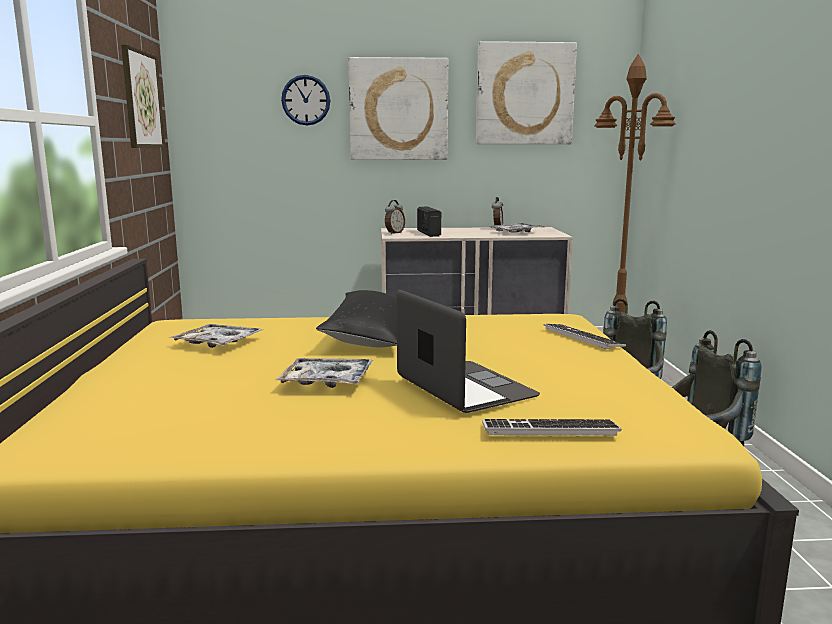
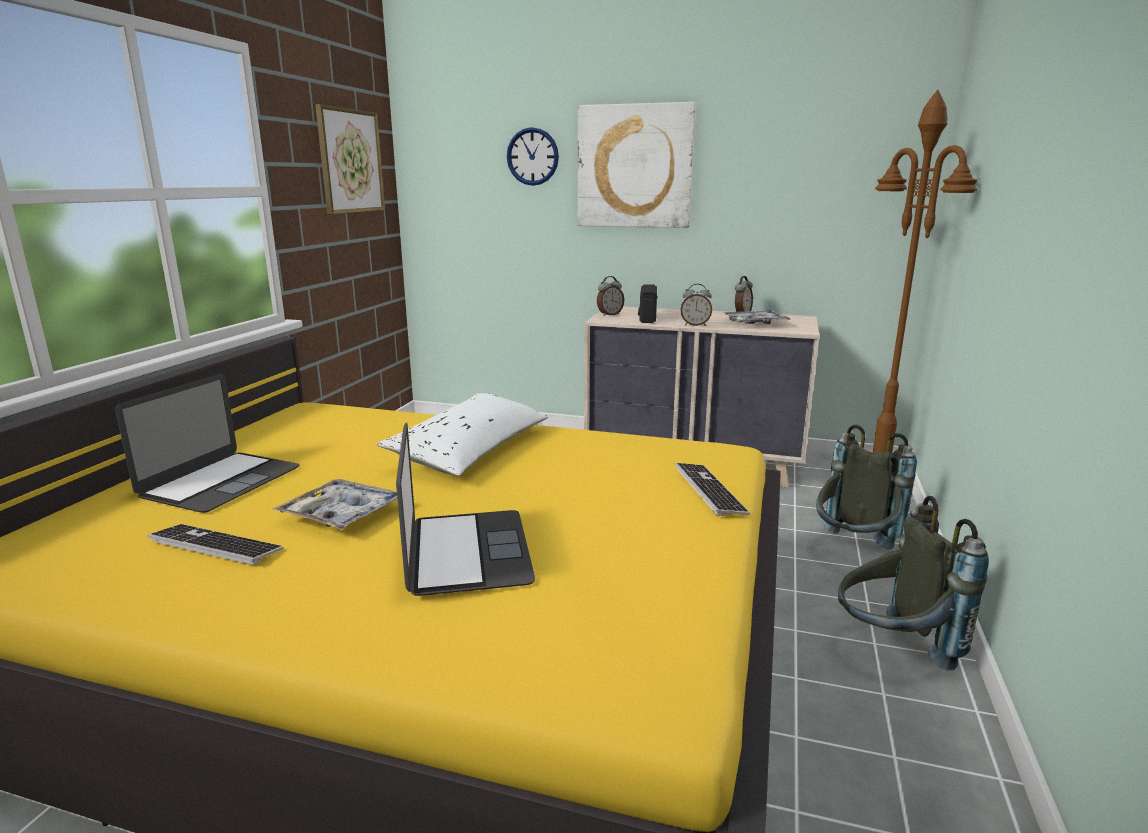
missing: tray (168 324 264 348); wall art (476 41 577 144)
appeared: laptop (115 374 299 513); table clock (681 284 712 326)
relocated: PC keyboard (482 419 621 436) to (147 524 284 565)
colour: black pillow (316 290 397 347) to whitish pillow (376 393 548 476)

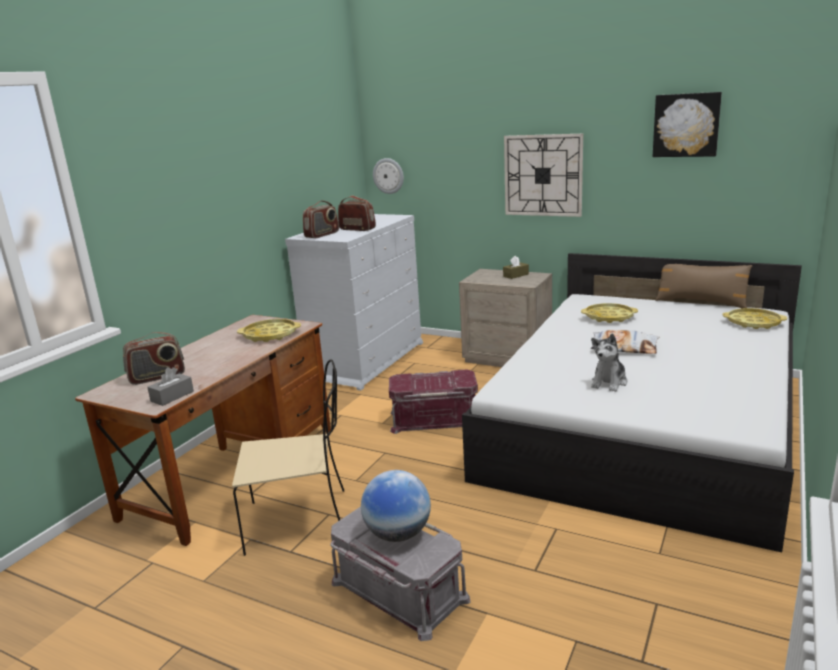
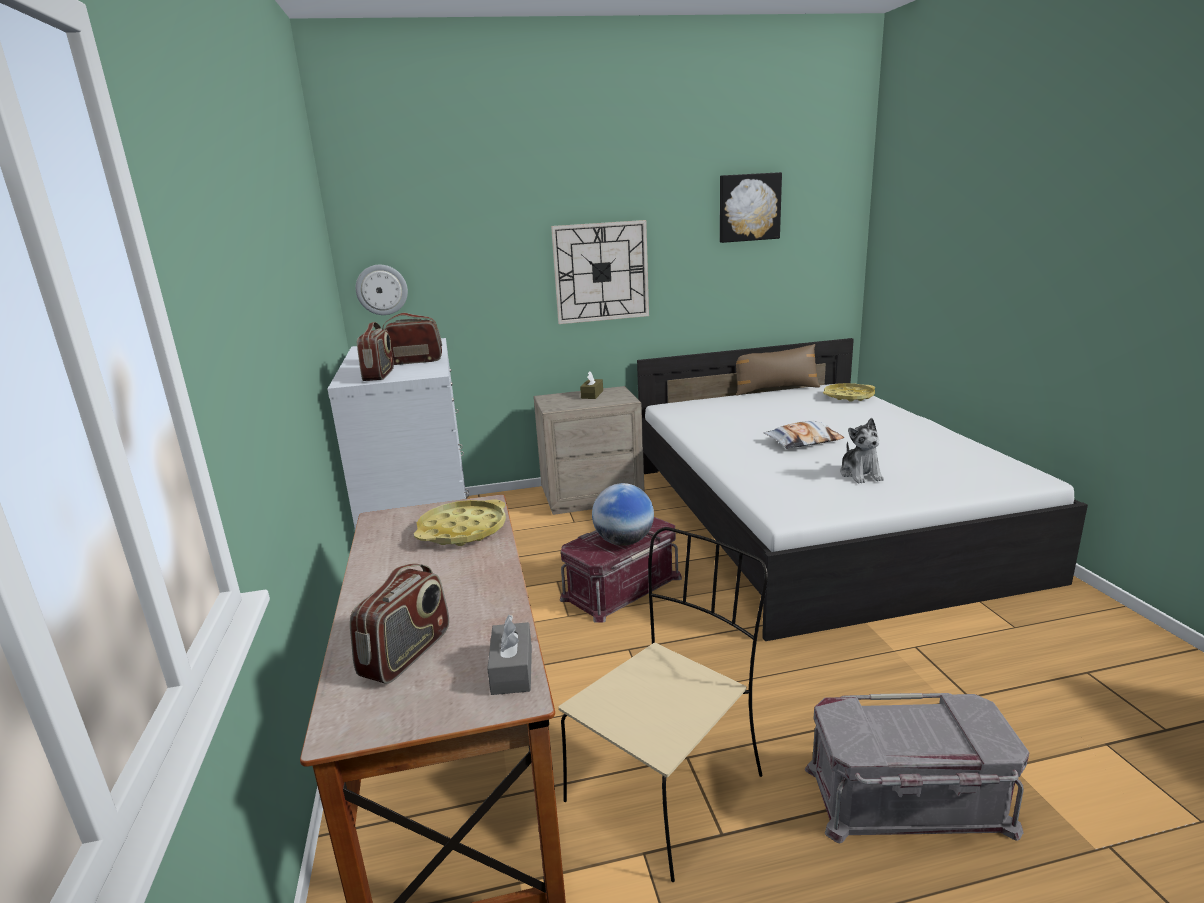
missing: yellow-coloured tray (581 303 638 323)
relocated: world globe (361 470 431 542) to (592 483 654 546)

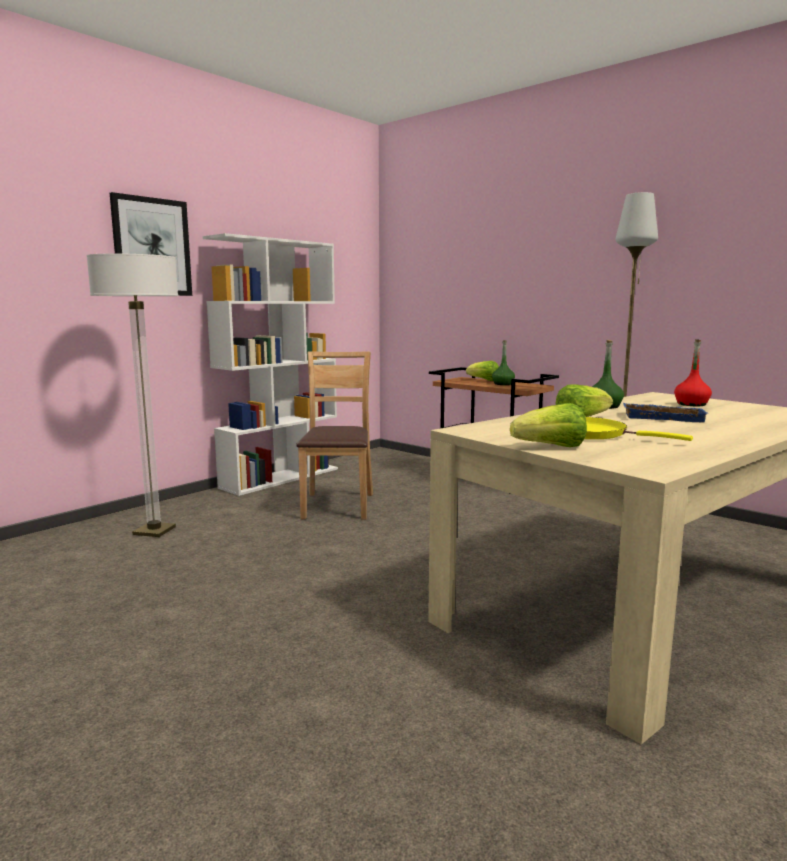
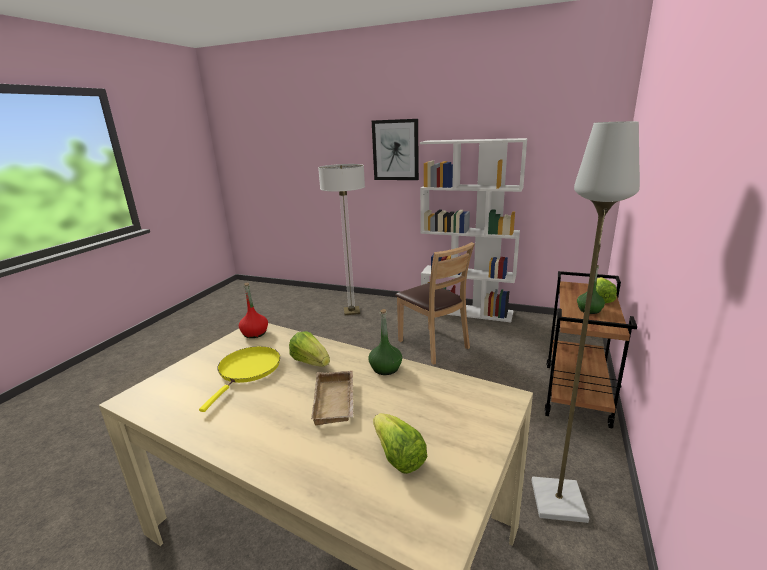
relocated: reddish beverage bottle (674 339 712 406) to (239 283 268 338); lettuce (510 403 587 447) to (373 413 428 474)
colour: bluish tray (623 403 709 422) to beige-coloured tray (311 371 353 425)
spun: brown chair (296 351 373 520) = (395 242 475 365) 75 degrees clockwise

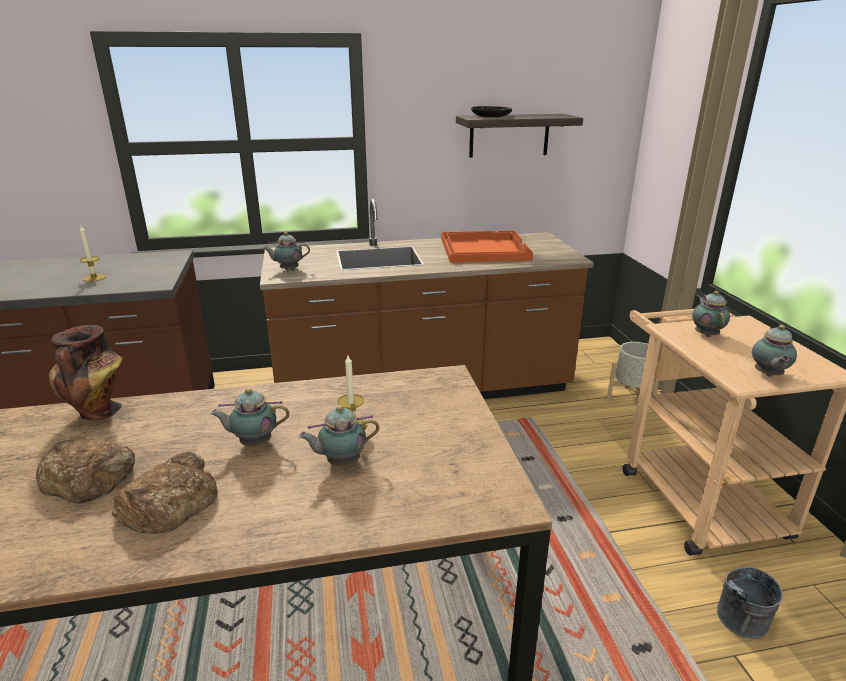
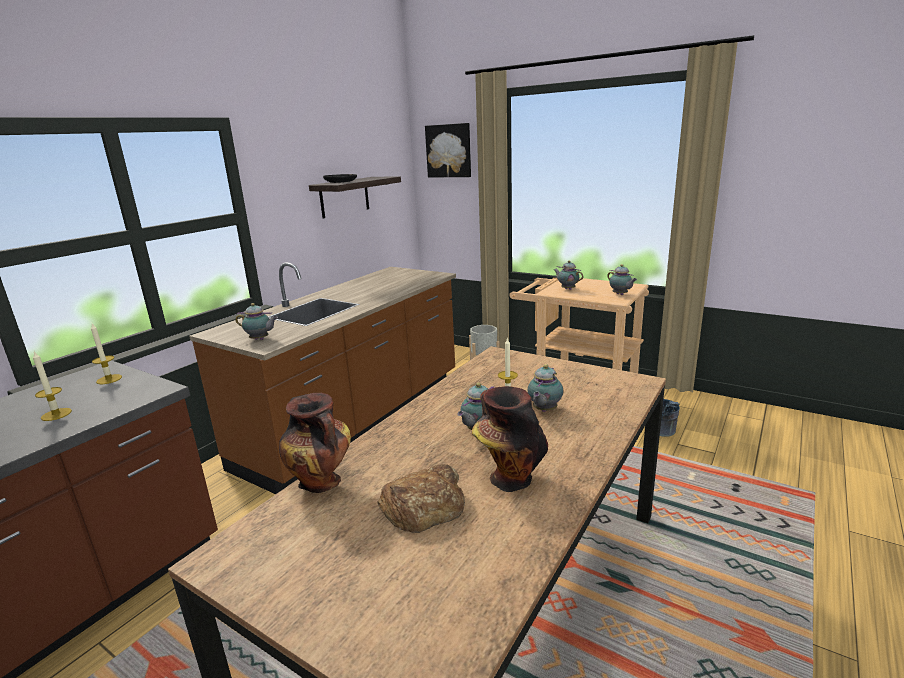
missing: orange-coloured tray (441 231 533 263)
appeared: candle (91 324 122 384); wall art (425 123 471 177)
exchanged: bakery bread (111 452 218 535) to decorative vase (472 386 548 492)
spun: pot for tea (263 232 310 270) = (235 303 278 340) 120 degrees counterclockwise

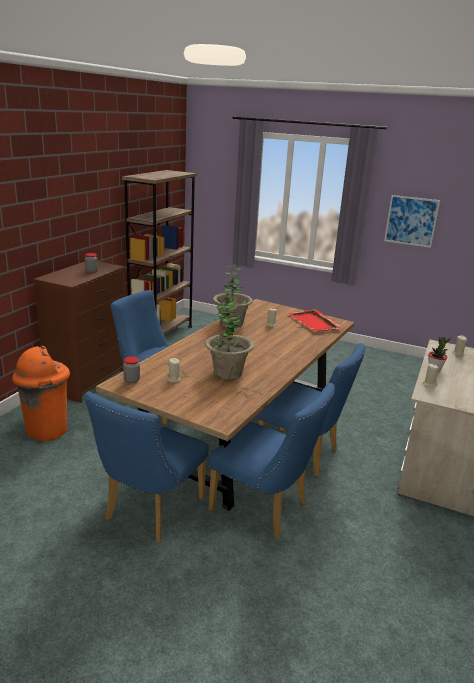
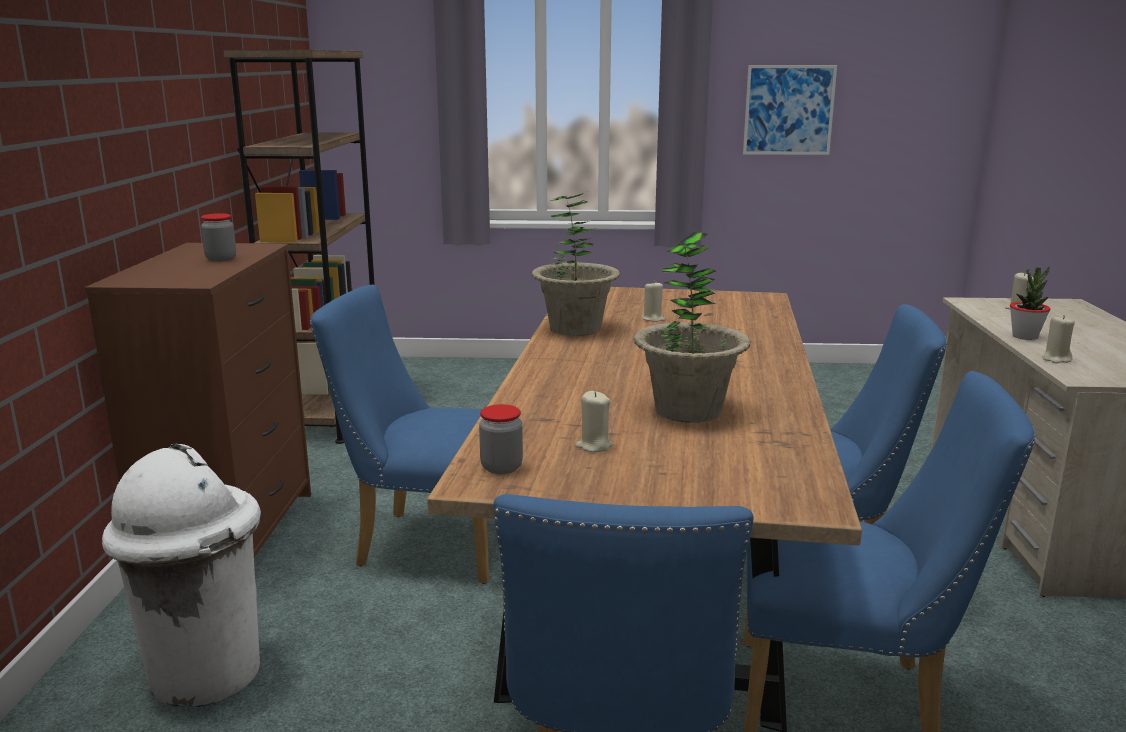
missing: reddish tray (288 309 343 332)
colour: orange-coloured rubbish bin (12 346 70 442) to whitish rubbish bin (102 444 261 707)

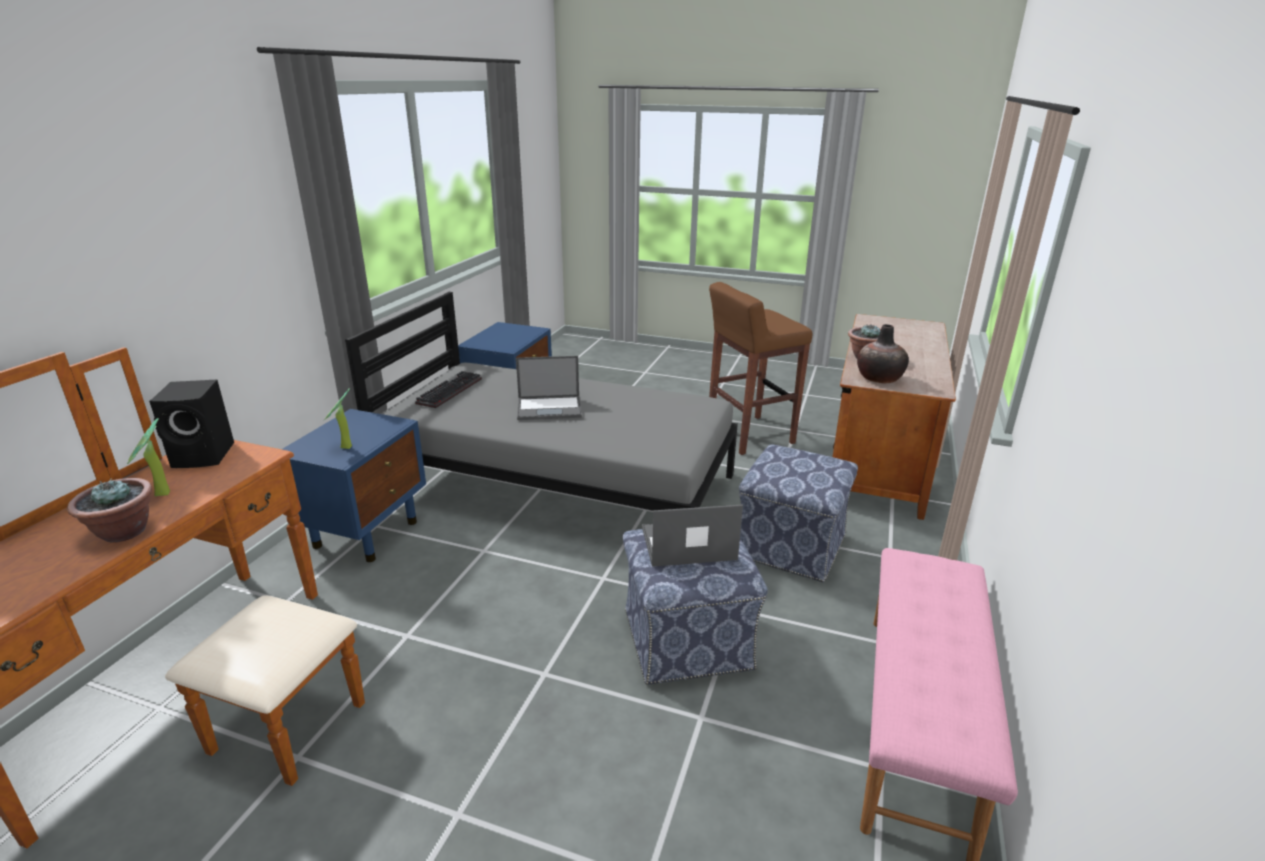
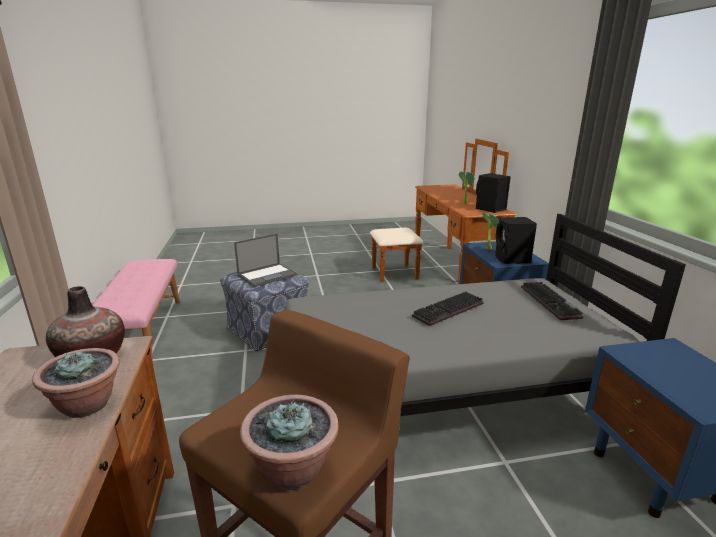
missing: footrest (739 444 858 582)
appeared: black audio speaker (495 217 537 264)
relocated: plant in a pot (67 478 152 543) to (240 395 339 490)
exchanged: laptop (516 356 582 420) to PC keyboard (412 292 483 326)

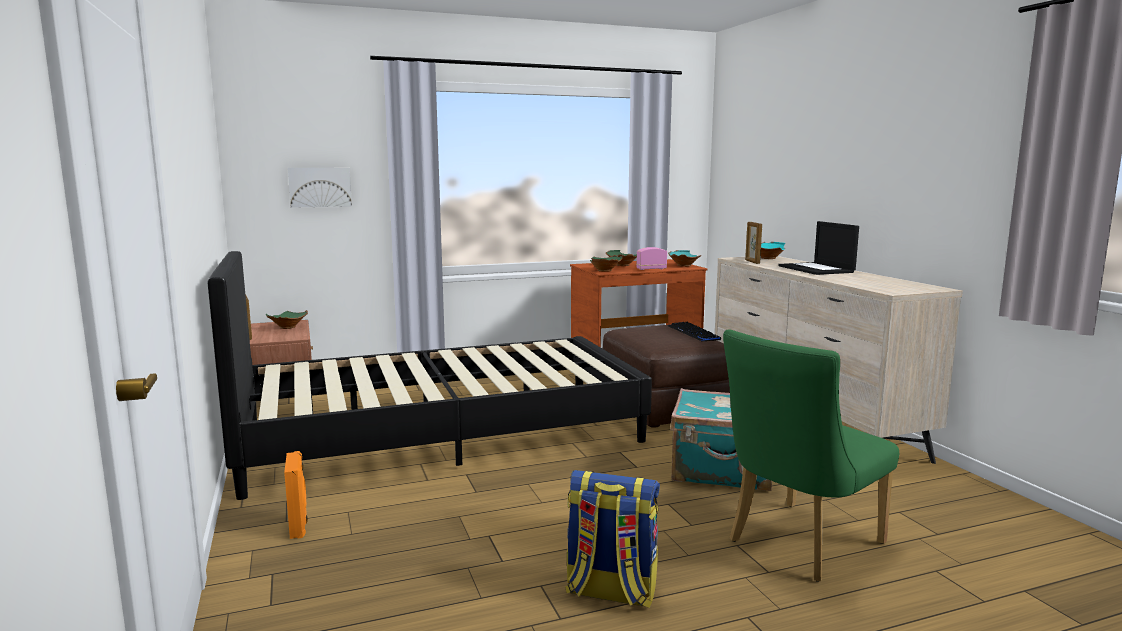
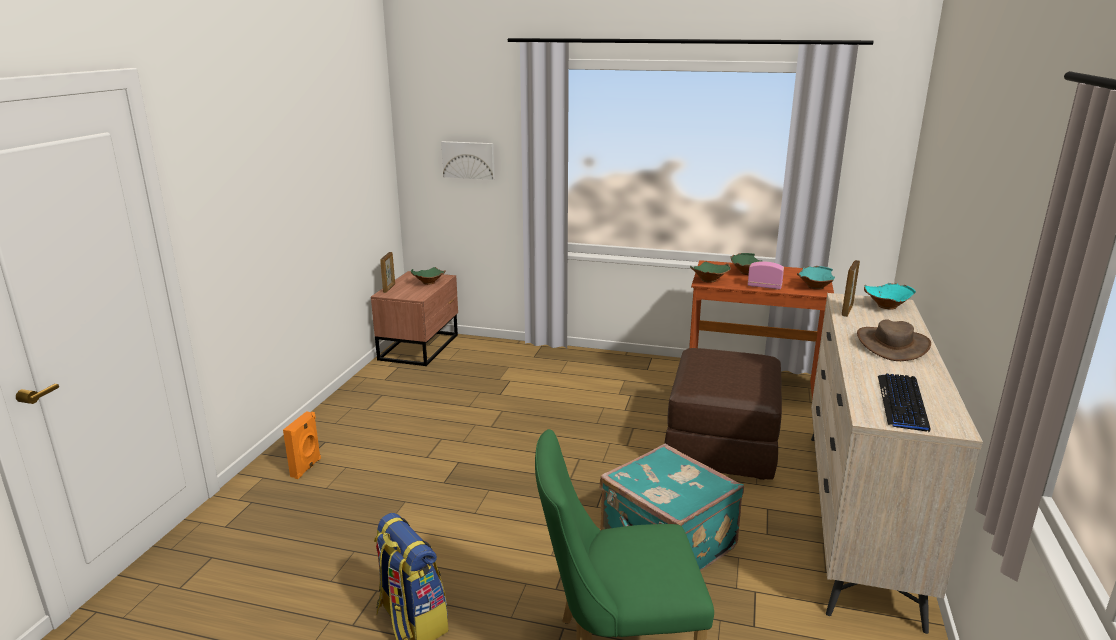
missing: black bed (208 251 652 500)
relocated: PC keyboard (668 322 721 341) to (878 374 930 432)
exchanged: laptop (778 221 859 275) to brown hat (857 320 931 361)

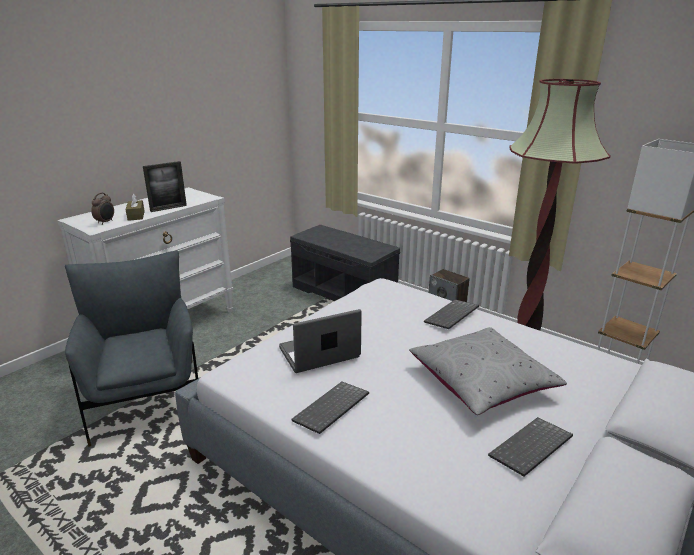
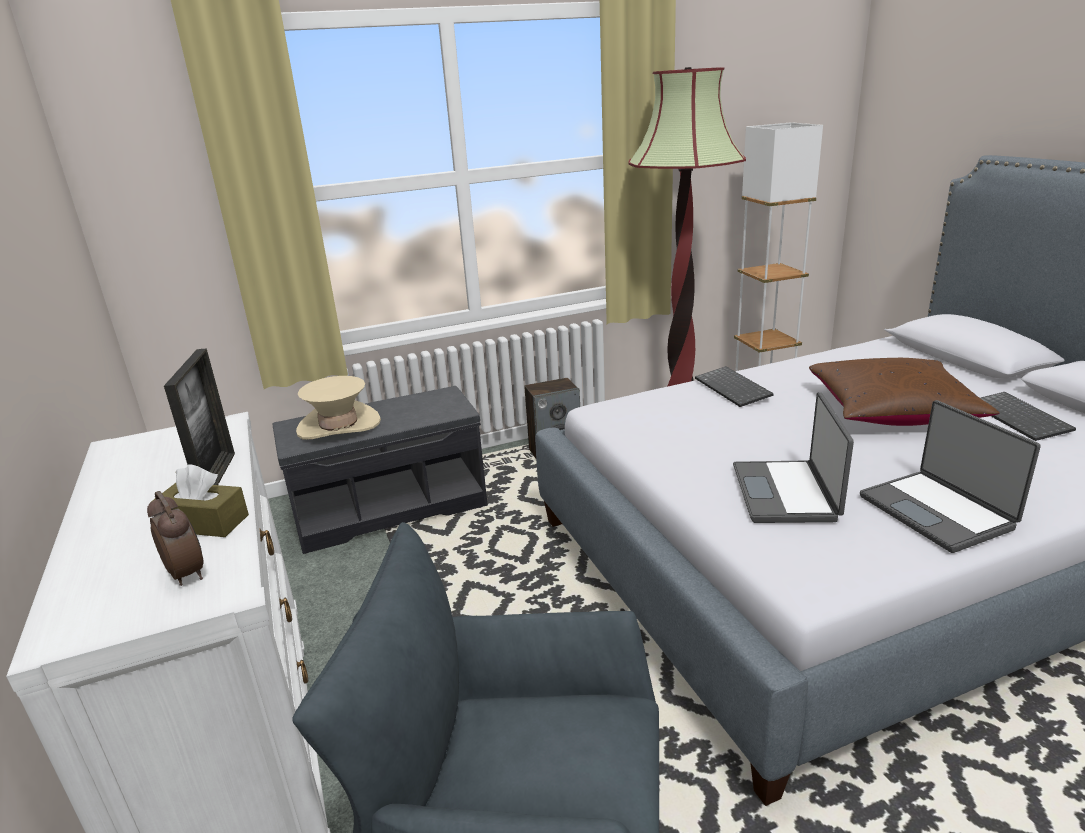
appeared: beige-coloured hat (296 376 381 439)
exchanged: PC keyboard (291 382 369 434) to laptop (860 400 1041 553)
colour: gray pillow (409 327 567 415) to brown pillow (809 358 1000 426)

